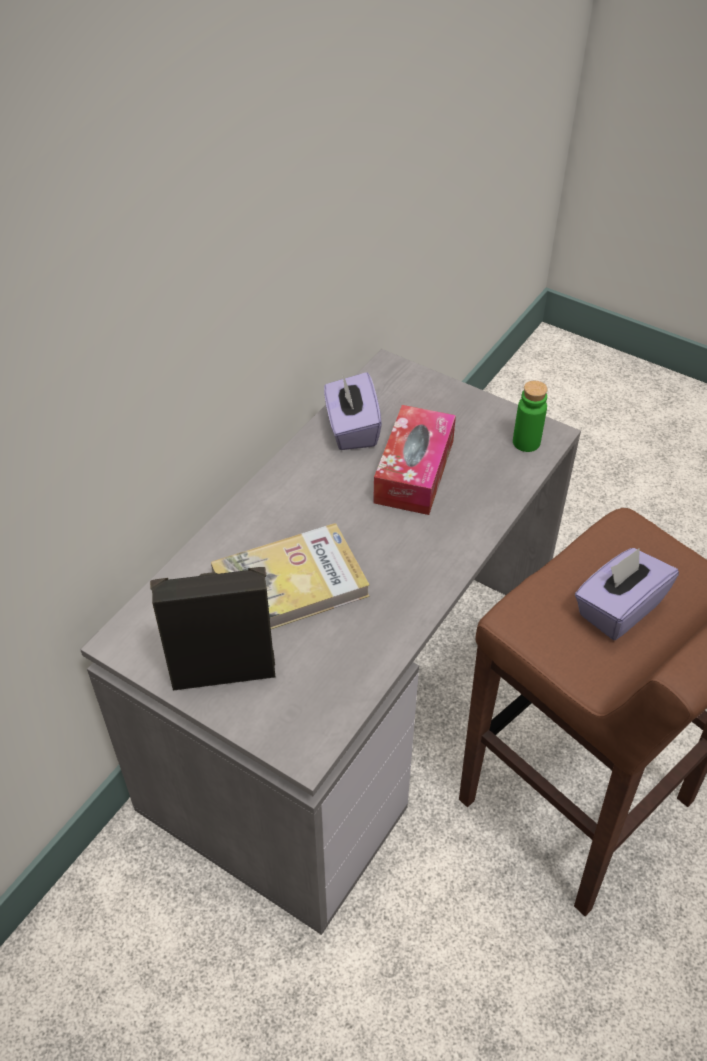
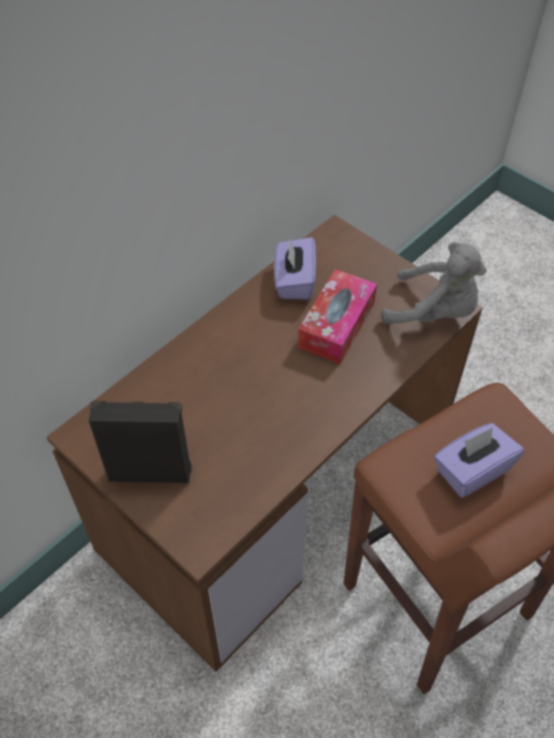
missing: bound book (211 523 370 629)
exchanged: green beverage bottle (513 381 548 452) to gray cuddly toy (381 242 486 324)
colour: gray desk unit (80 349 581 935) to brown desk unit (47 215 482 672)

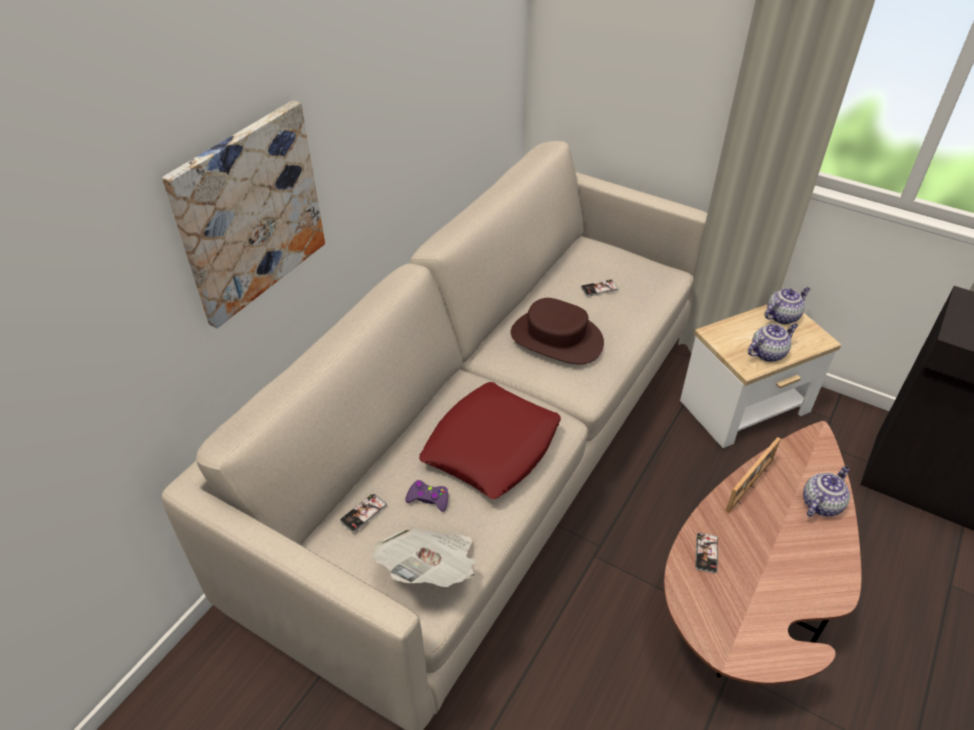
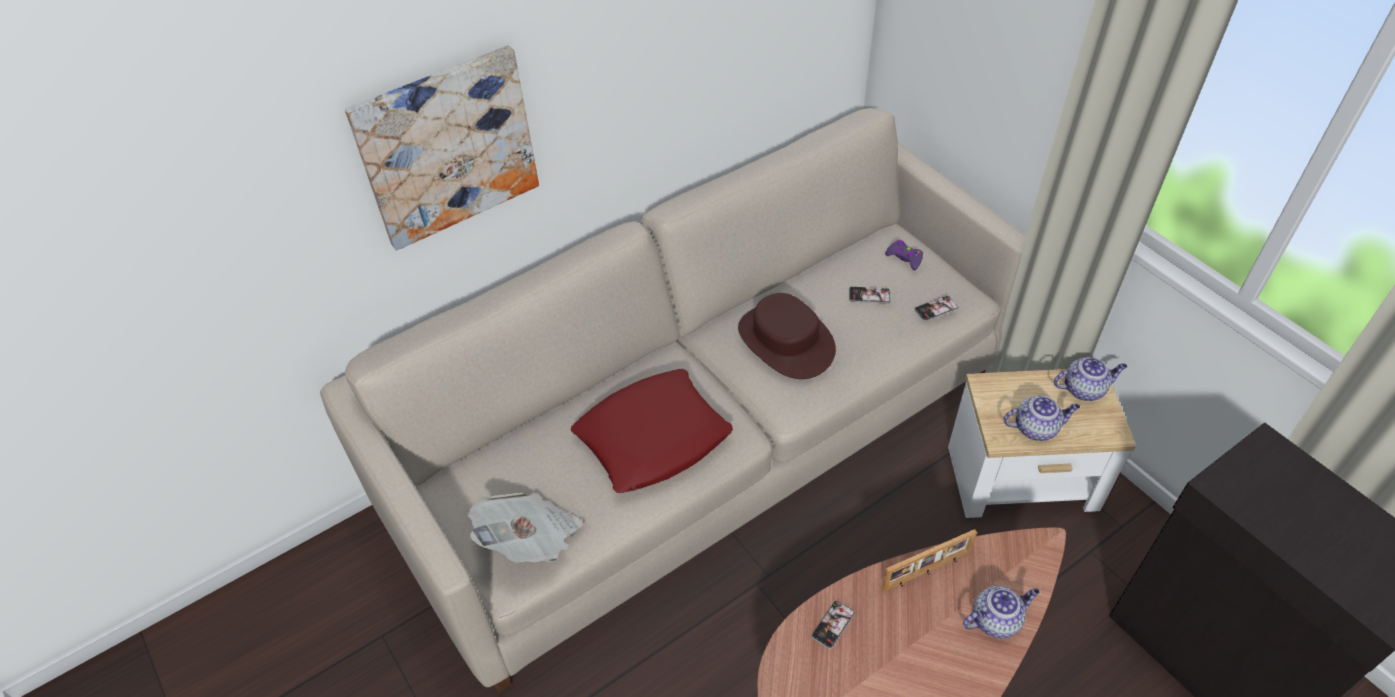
relocated: purple-coloured joypad (405 480 448 512) to (885 240 923 270); phone (340 494 387 533) to (914 295 959 321)

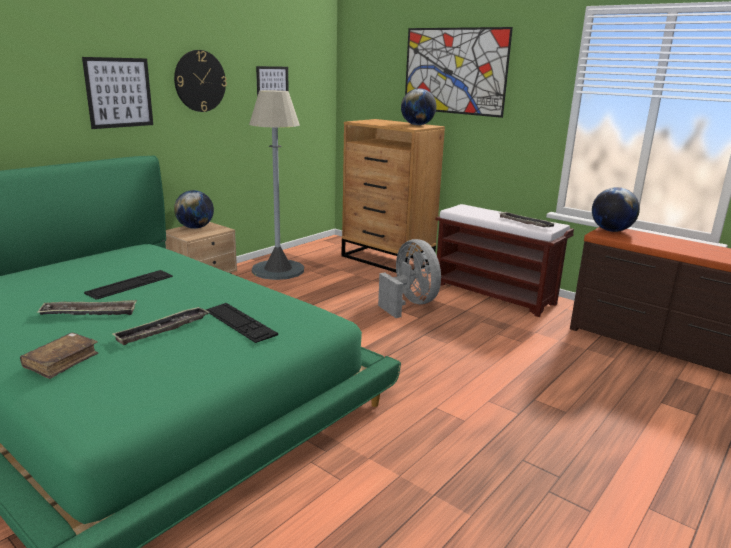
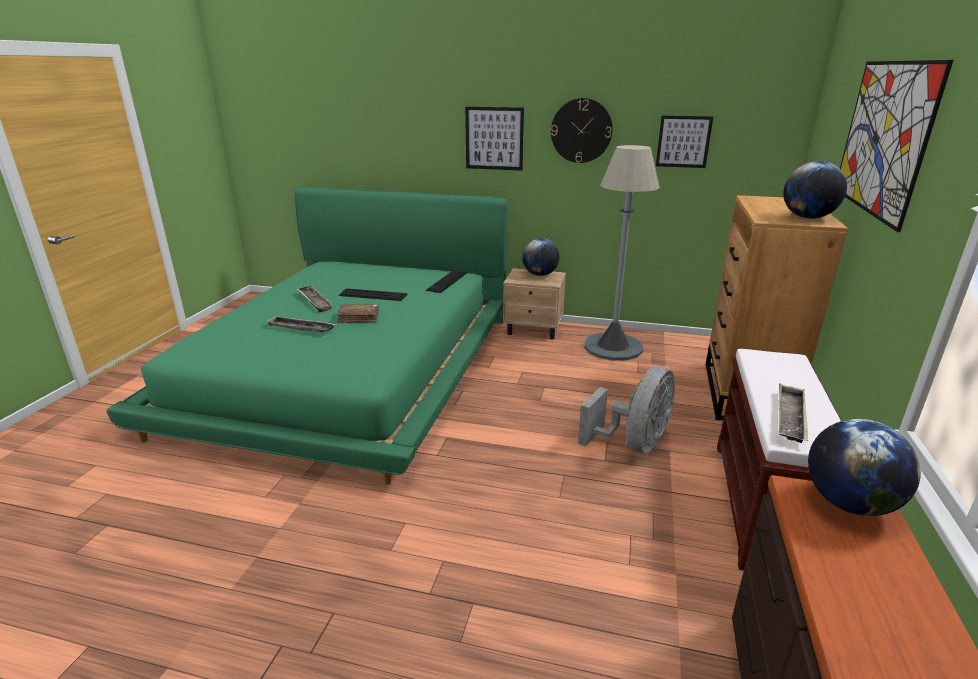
relocated: brown bound book (20 333 98 379) to (336 304 379 323); PC keyboard (206 303 278 343) to (425 271 467 293)

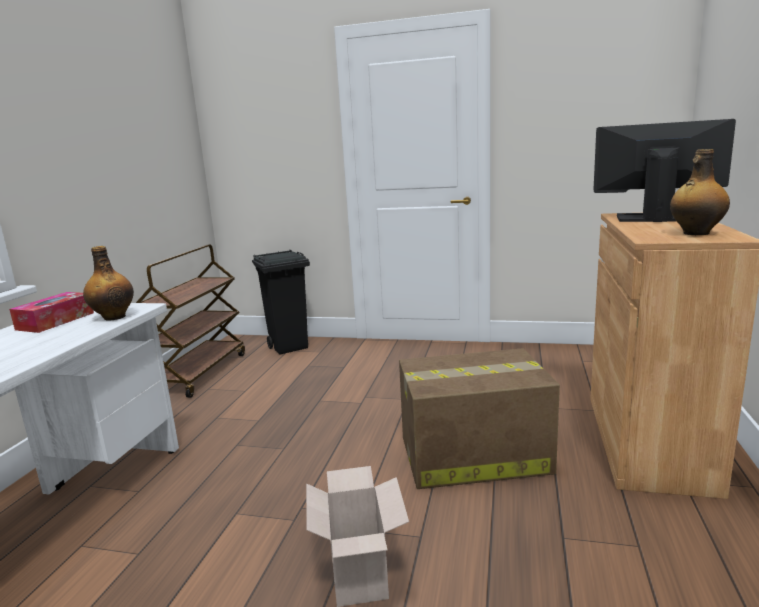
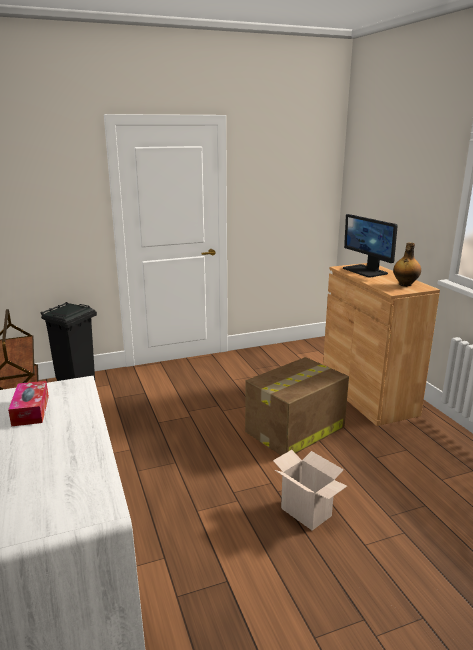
missing: beverage bottle (83 246 134 321)
spun: computer display (593 119 736 222) = (343 214 398 278) 105 degrees counterclockwise

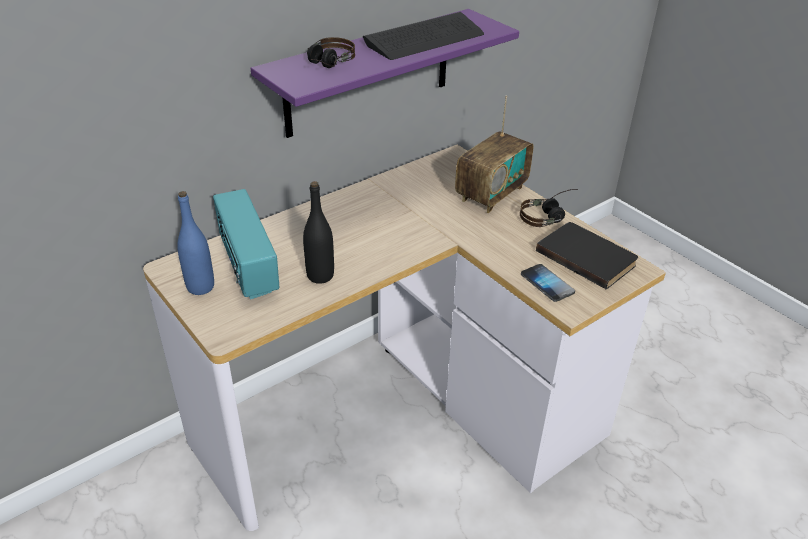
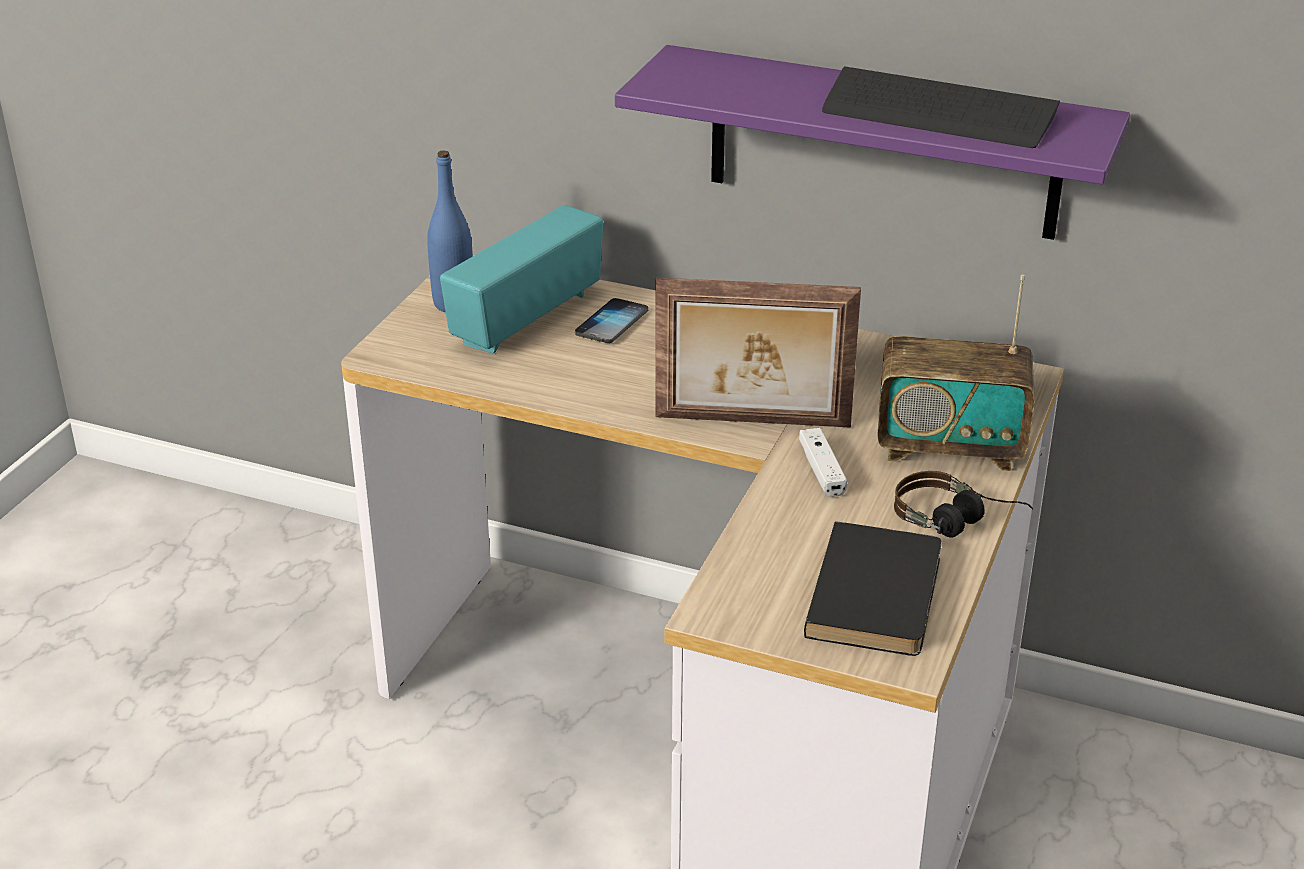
missing: black beverage bottle (303 181 334 284); headset (307 37 355 68)
appeared: standing frame (655 277 861 428); whitish joypad (799 428 847 497)
relocated: phone (521 264 575 302) to (575 298 648 343)

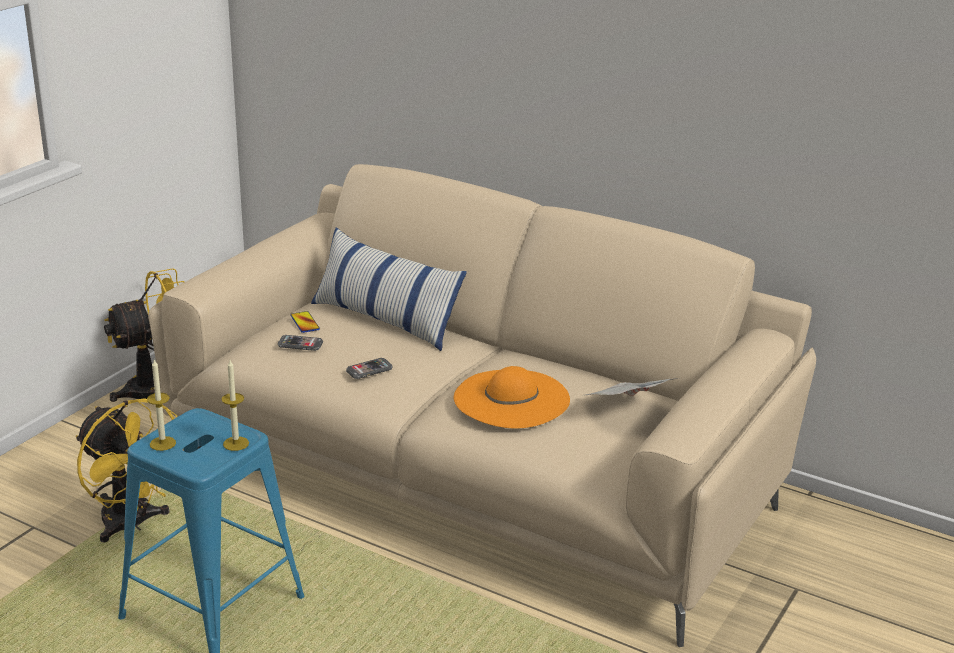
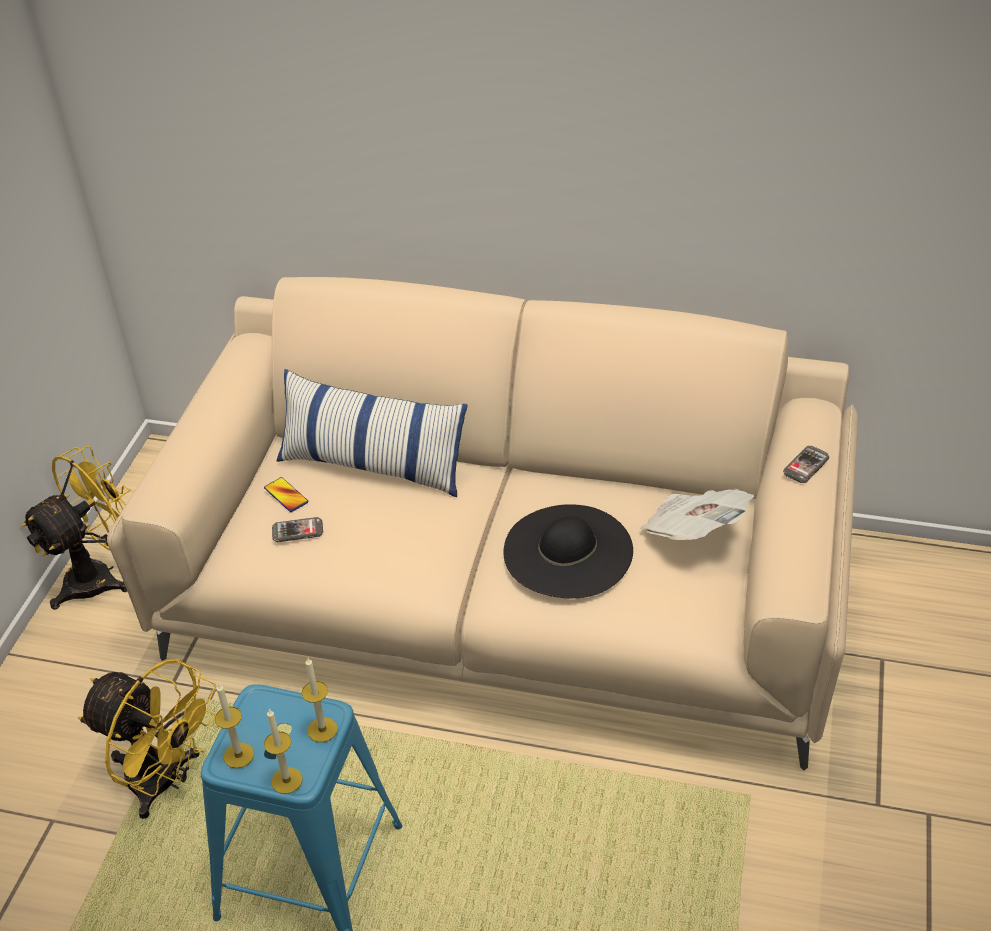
appeared: candle (264 709 303 794)
relocated: phone (346 358 393 379) to (783 446 829 483)
colour: orange-coloured hat (454 366 570 428) to black hat (503 504 633 598)

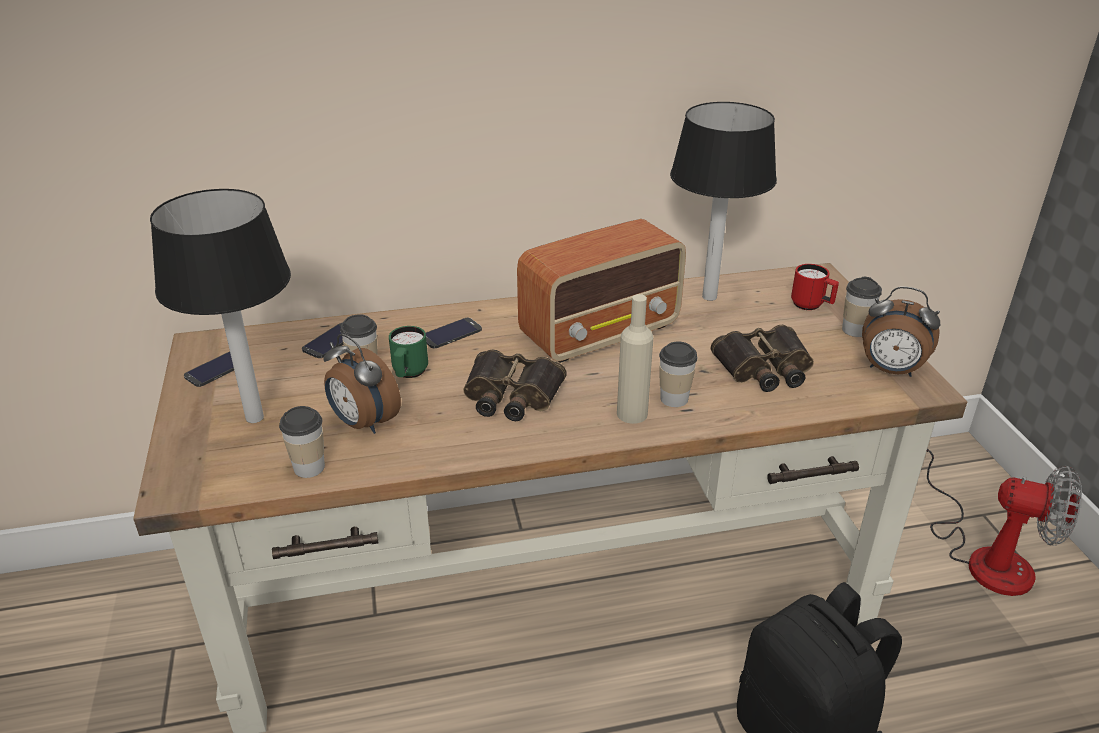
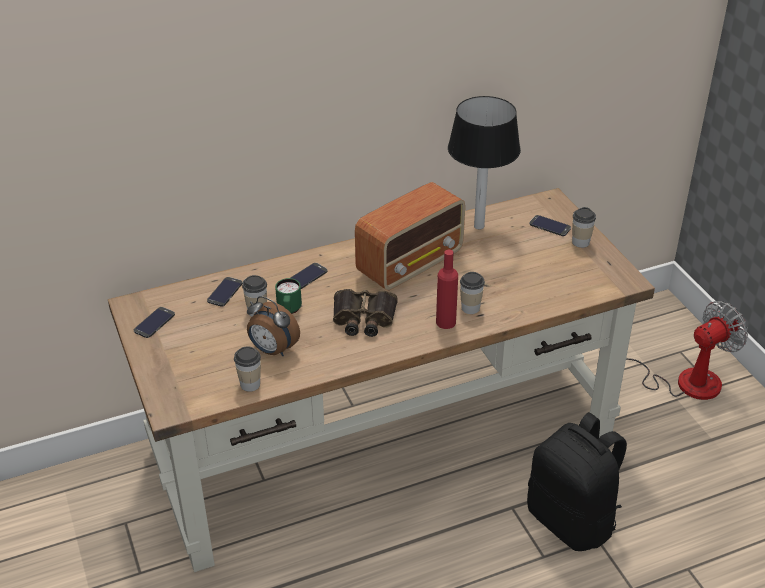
missing: table lamp (150 189 291 423); pair of binoculars (711 325 814 392); table clock (862 286 940 377)
exchanged: reddish mug (791 264 839 310) to phone (529 215 571 236)
colour: beige-coloured beverage bottle (617 294 653 424) to reddish beverage bottle (436 250 458 329)
spun: electric fan (926 449 1082 596) = (626 301 748 400) 45 degrees counterclockwise

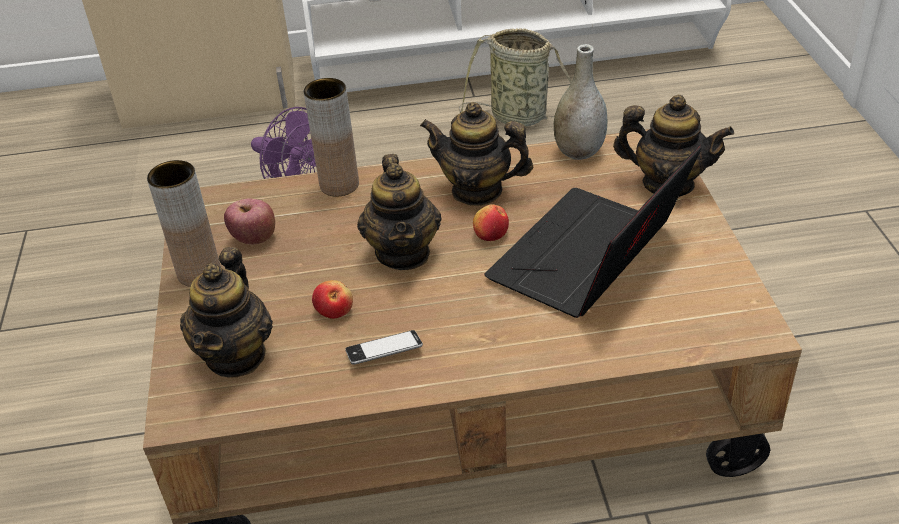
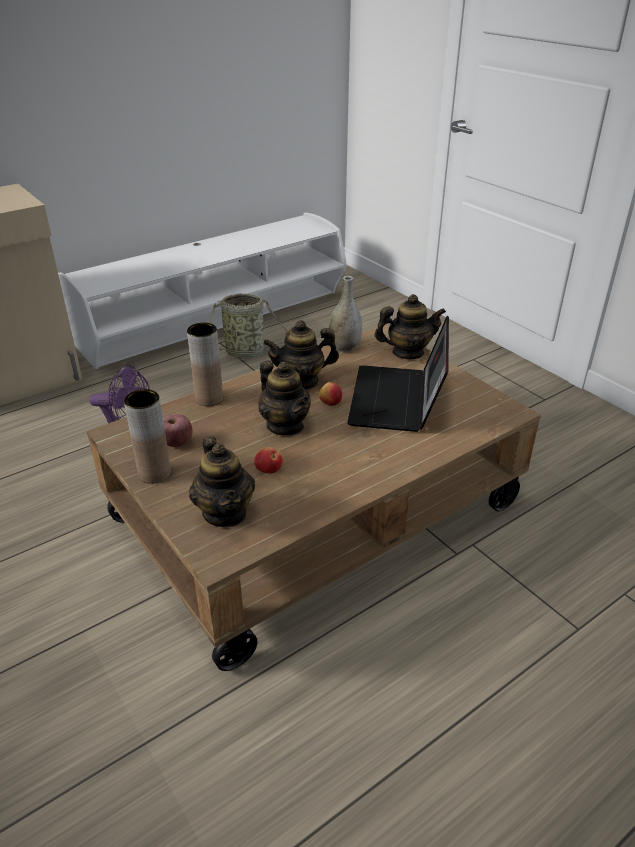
missing: phone (345 330 423 365)

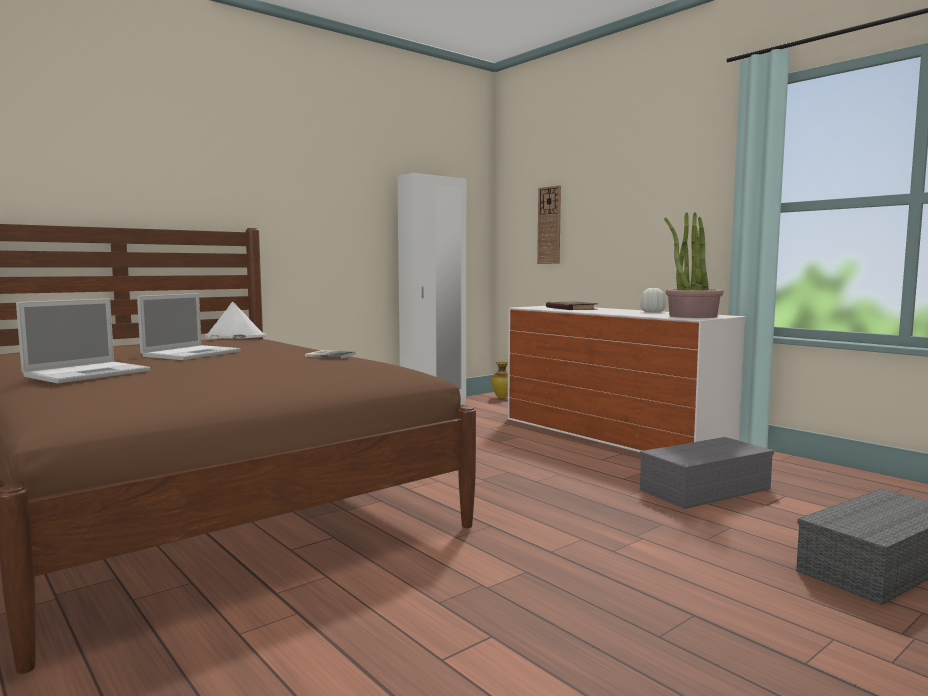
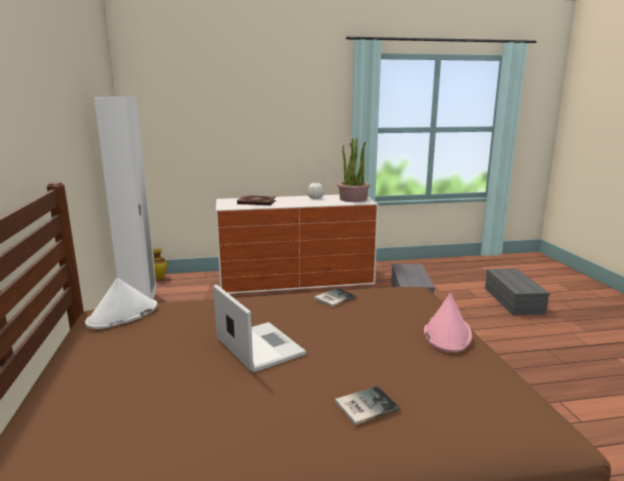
missing: wall clock (537 185 561 264)
appeared: pinkish hat (424 293 472 352)
exchanged: laptop (16 298 150 383) to bound book (335 386 400 425)

